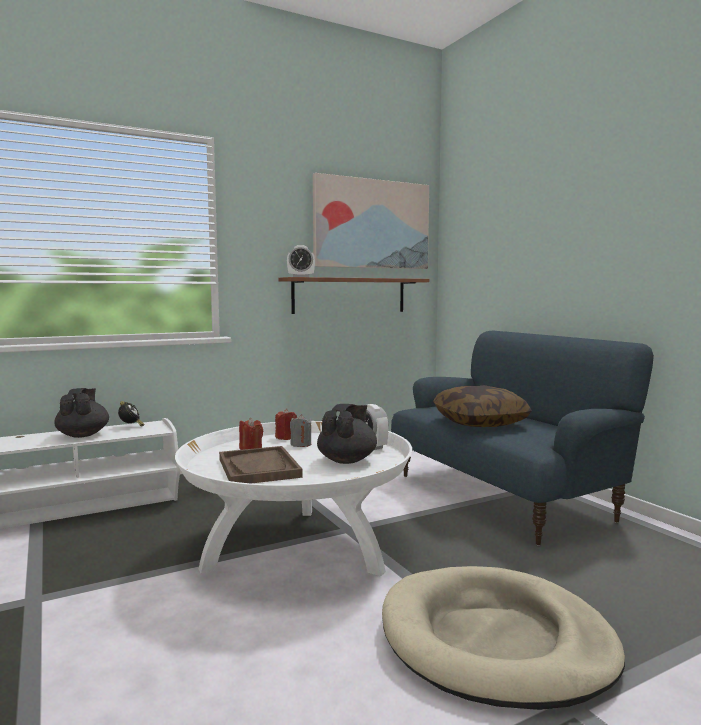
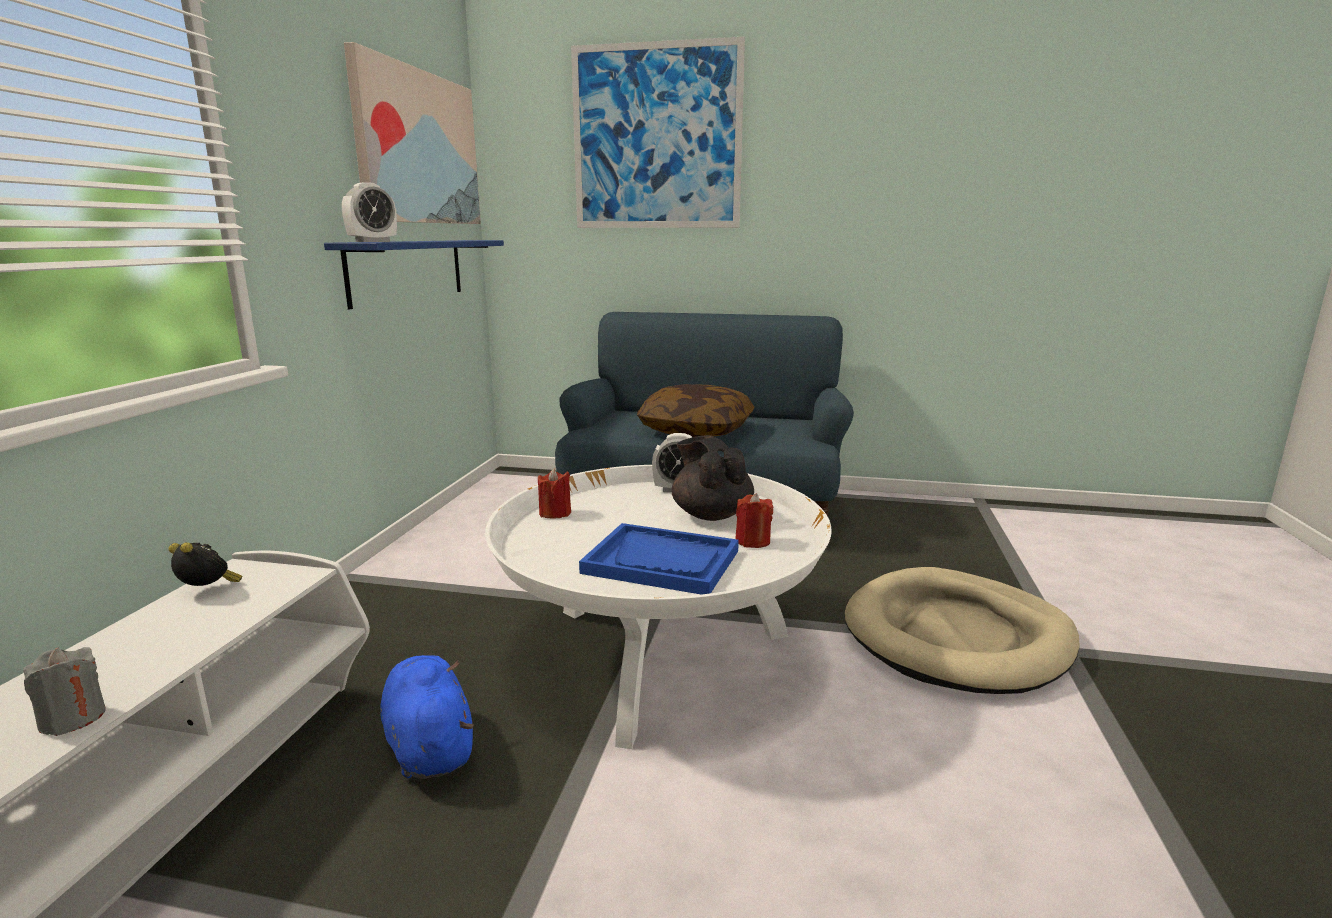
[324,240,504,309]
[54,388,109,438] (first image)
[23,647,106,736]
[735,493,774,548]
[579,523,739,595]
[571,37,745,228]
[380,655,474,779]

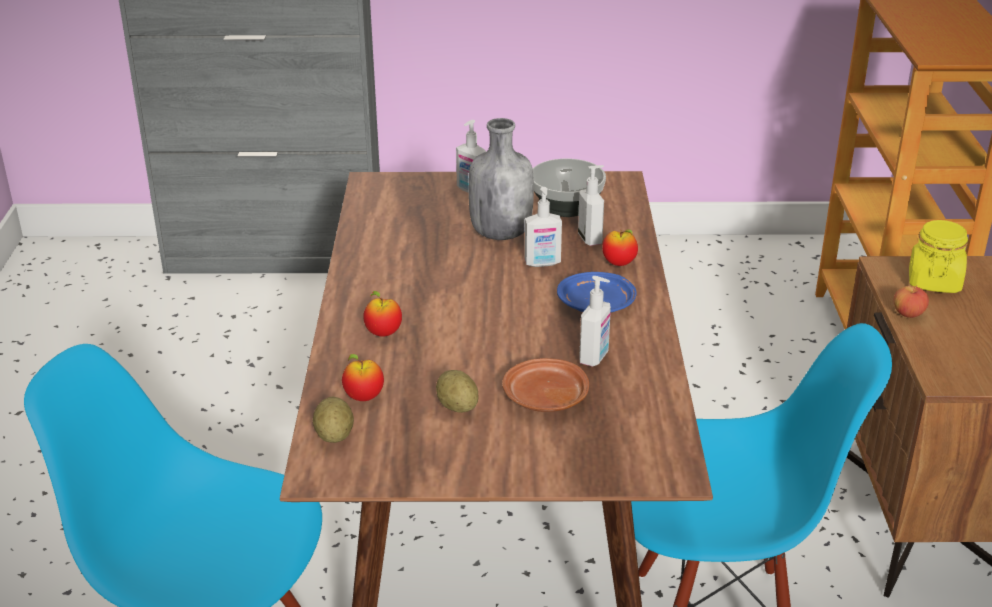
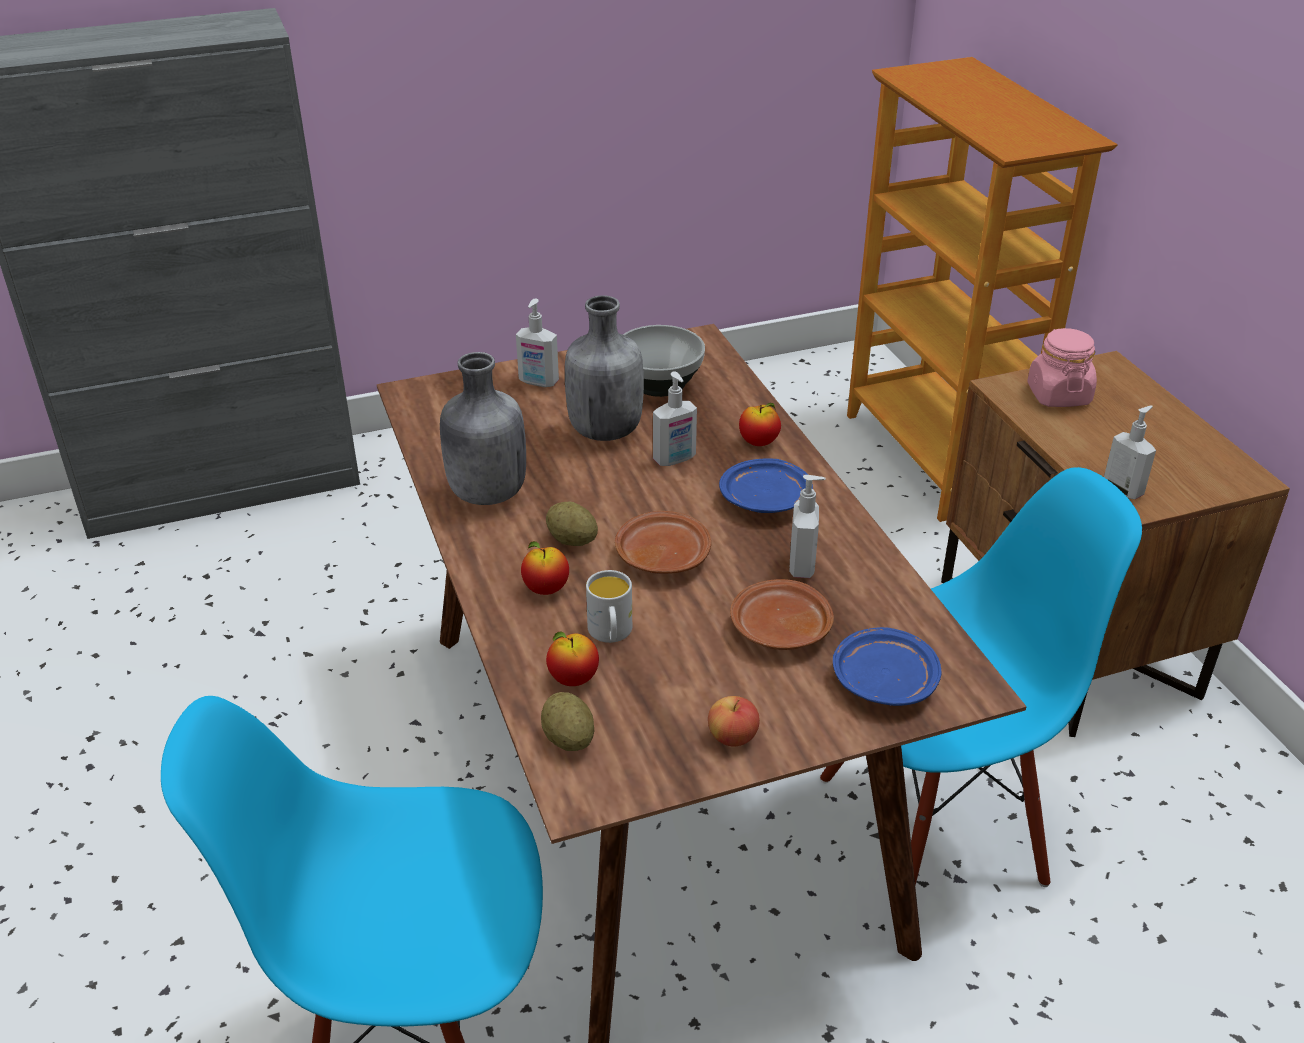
[1104,405,1156,499]
[1027,328,1097,407]
[708,696,760,746]
[546,501,598,546]
[440,352,526,505]
[615,511,711,574]
[586,570,632,643]
[833,627,942,706]

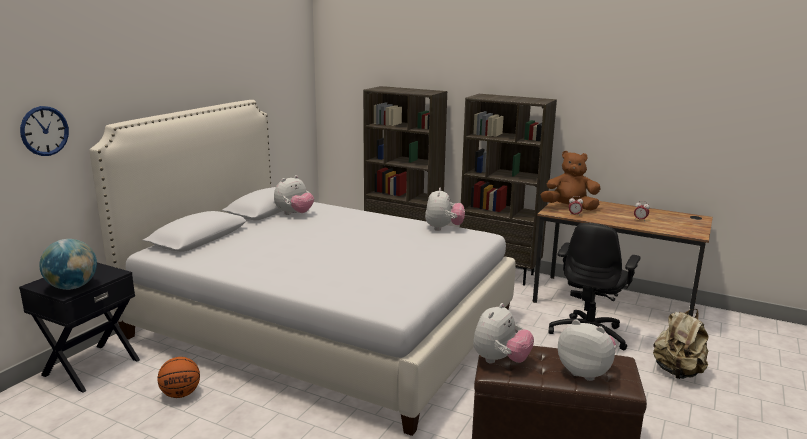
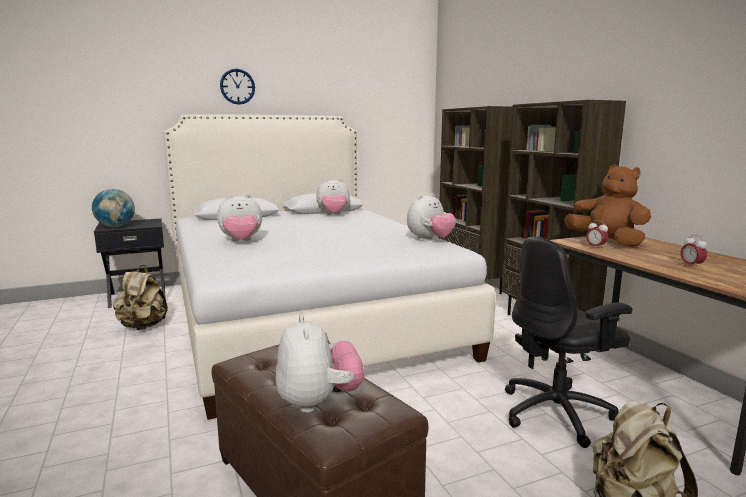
[220,69,255,105]
[217,194,262,241]
[113,265,168,330]

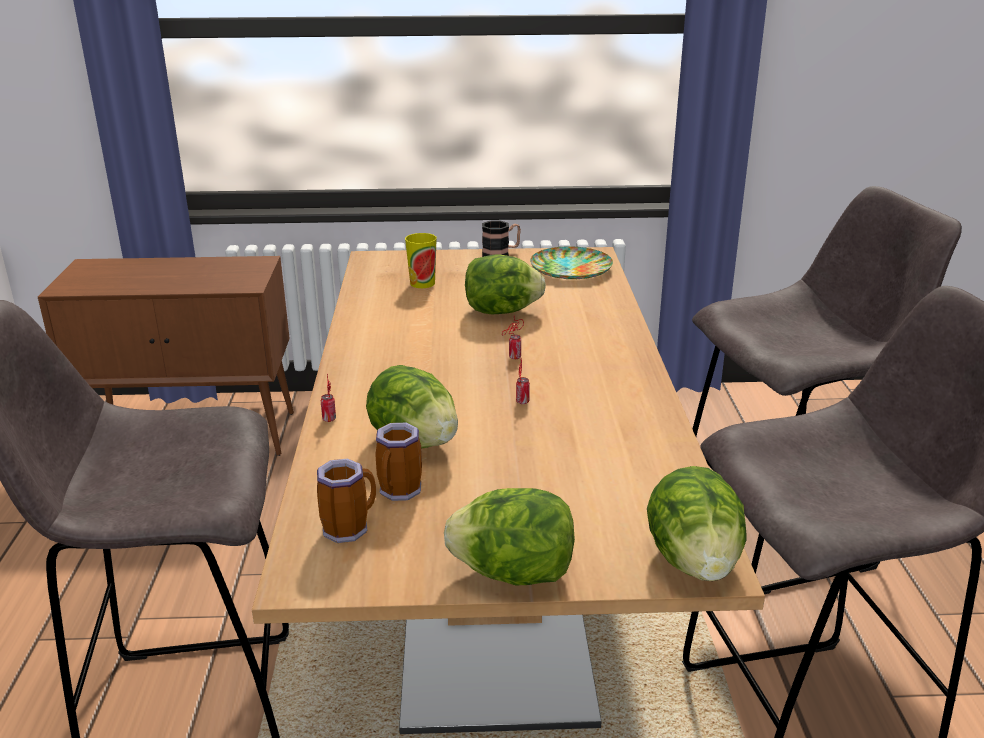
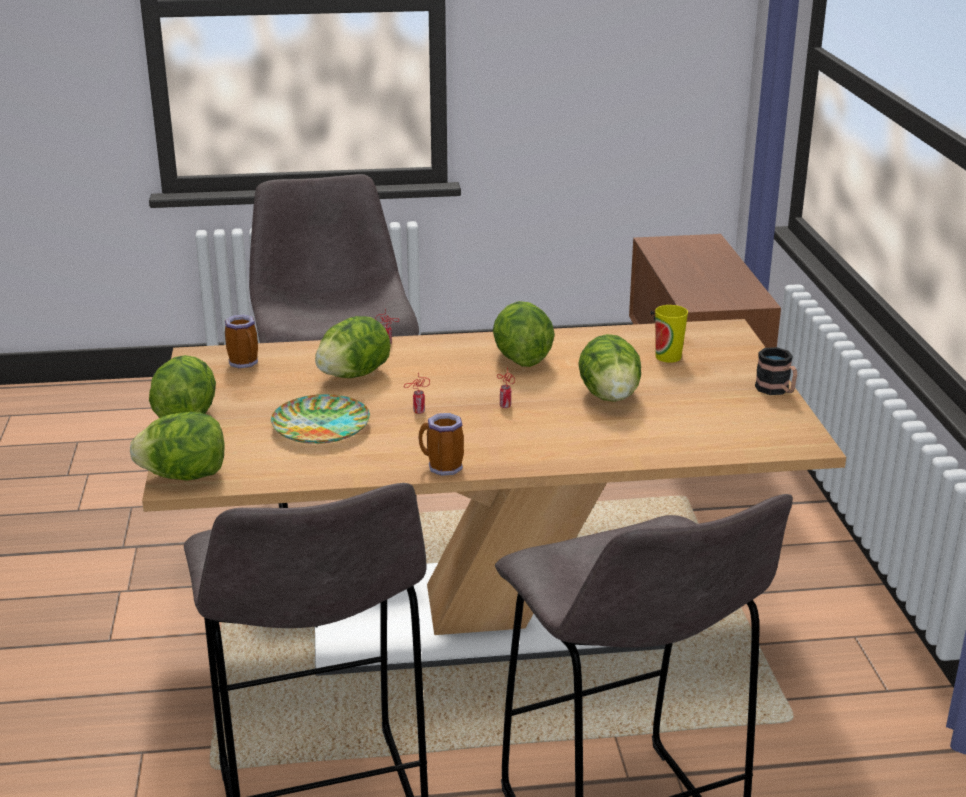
[271,394,370,444]
[418,413,464,476]
[493,301,555,367]

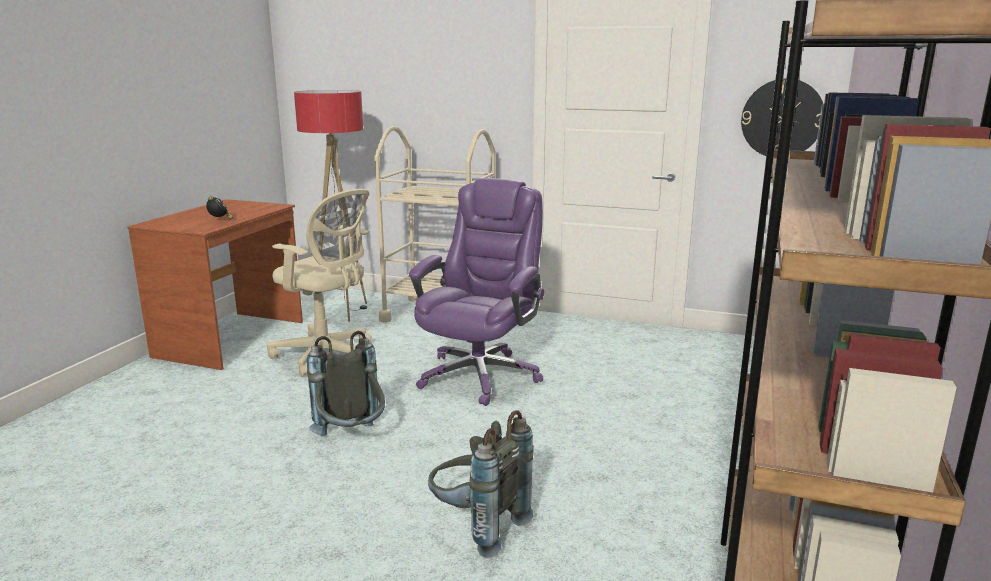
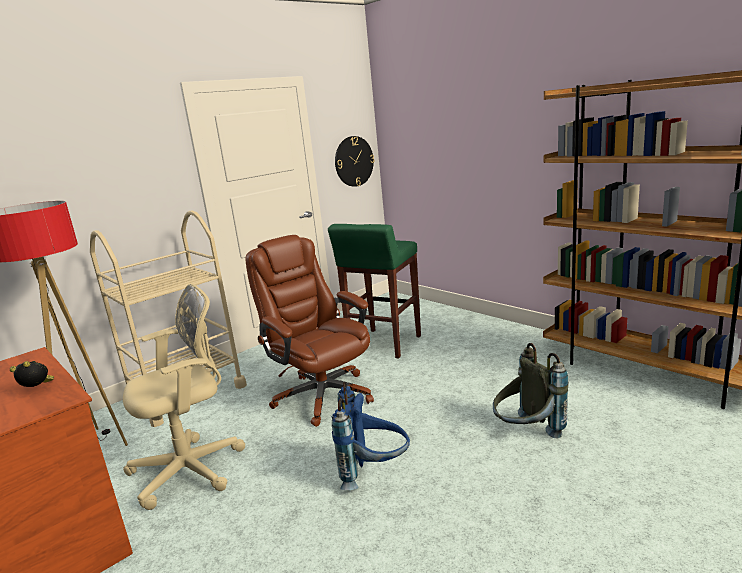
[245,235,374,427]
[332,382,410,490]
[328,224,421,358]

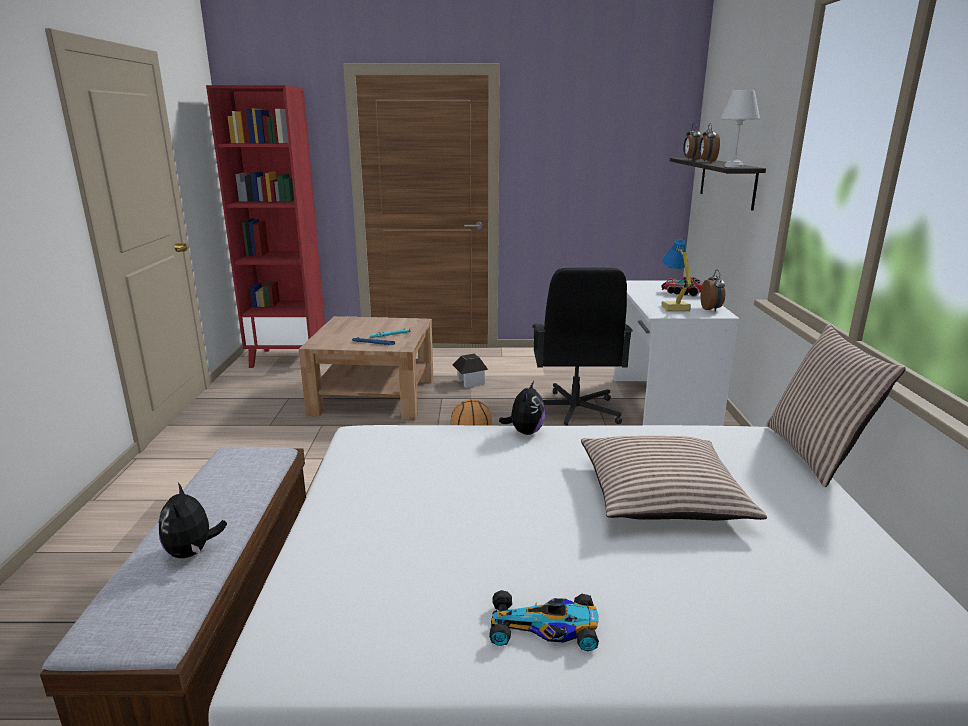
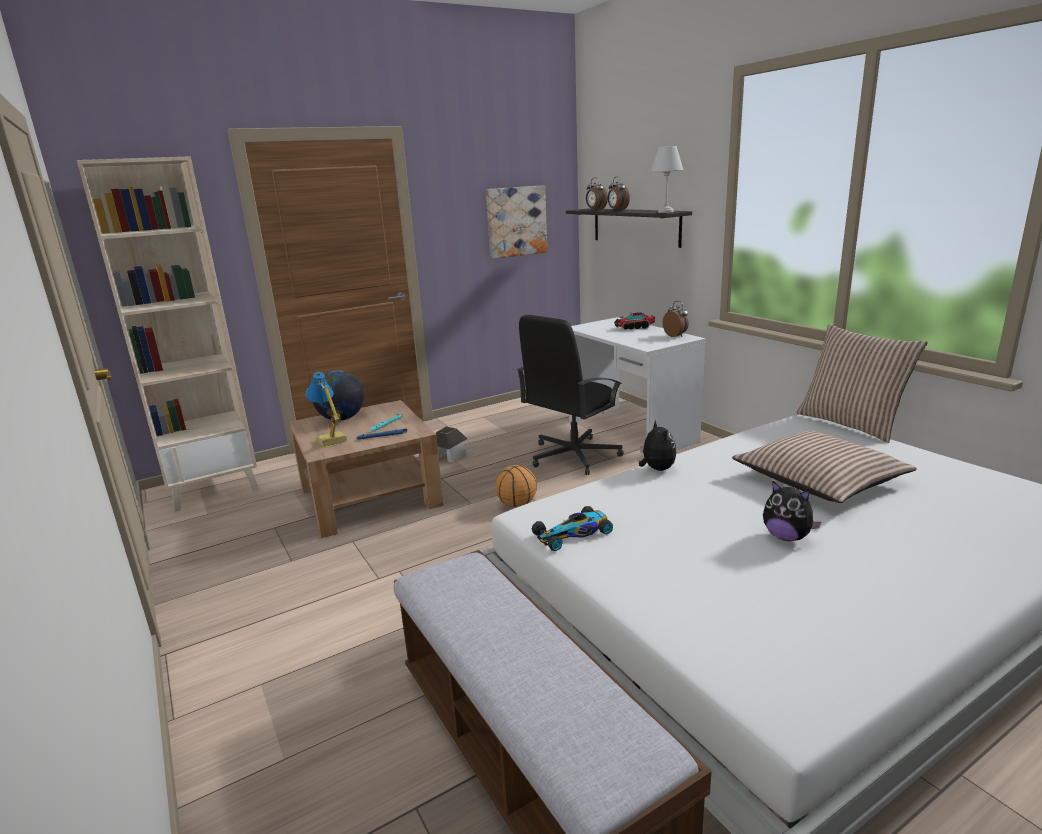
[77,156,259,511]
[305,372,347,448]
[517,315,624,475]
[763,481,821,541]
[532,506,613,551]
[486,185,547,259]
[313,371,364,421]

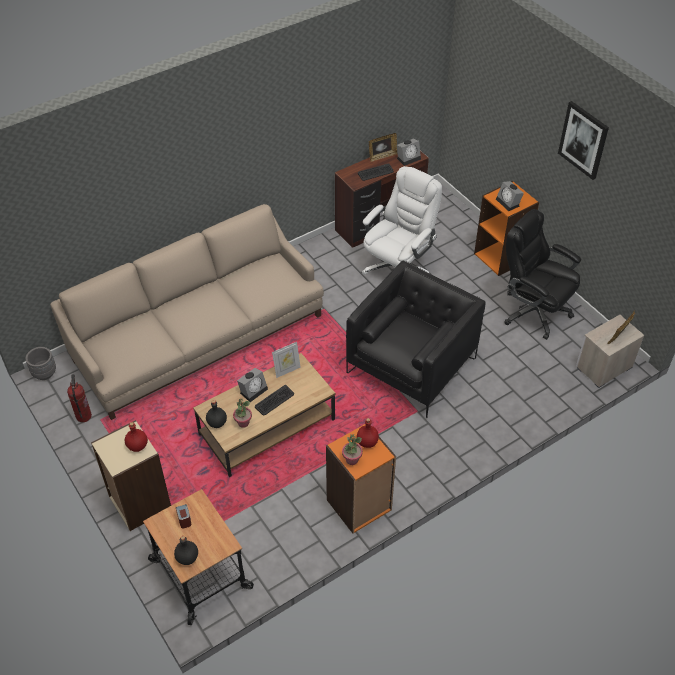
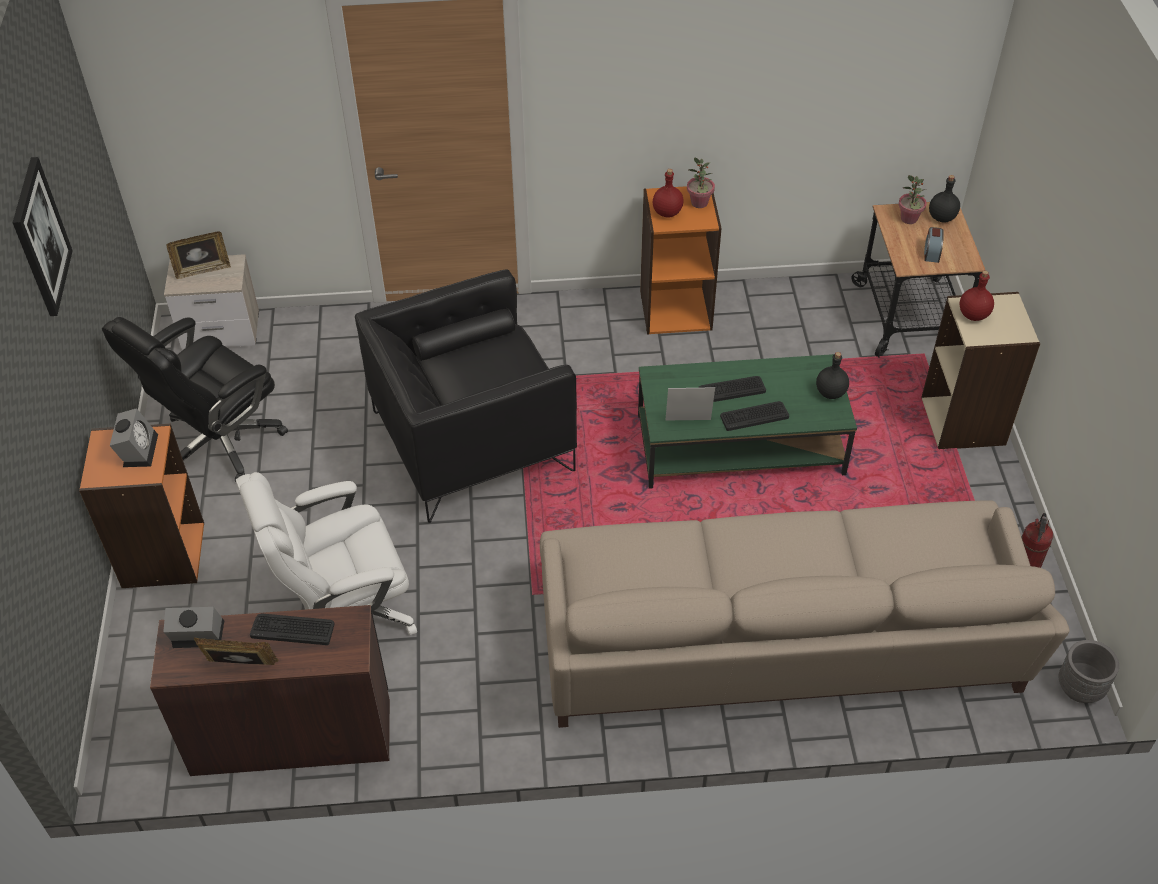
[102,317,288,482]
[638,354,857,489]
[720,401,789,431]
[898,175,927,224]

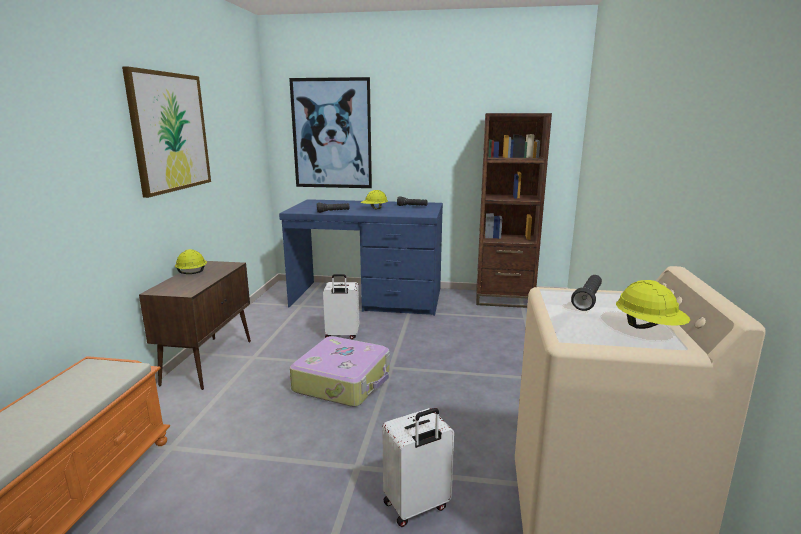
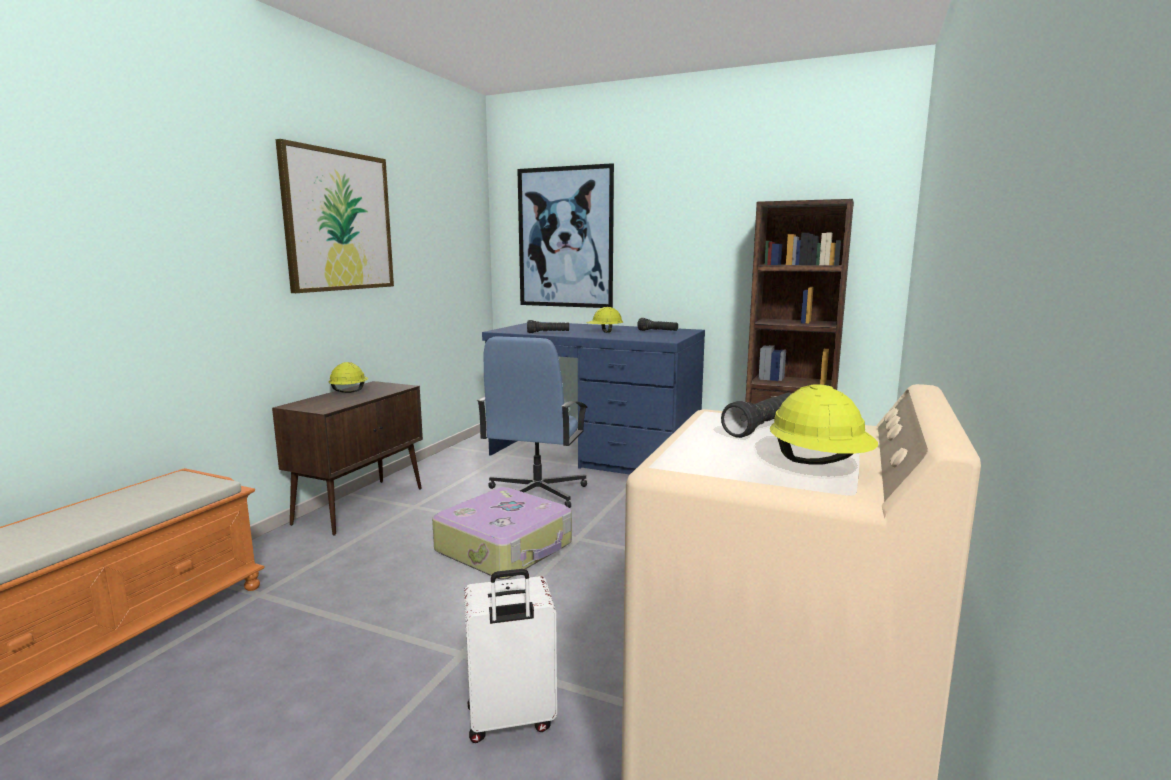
[477,337,588,508]

